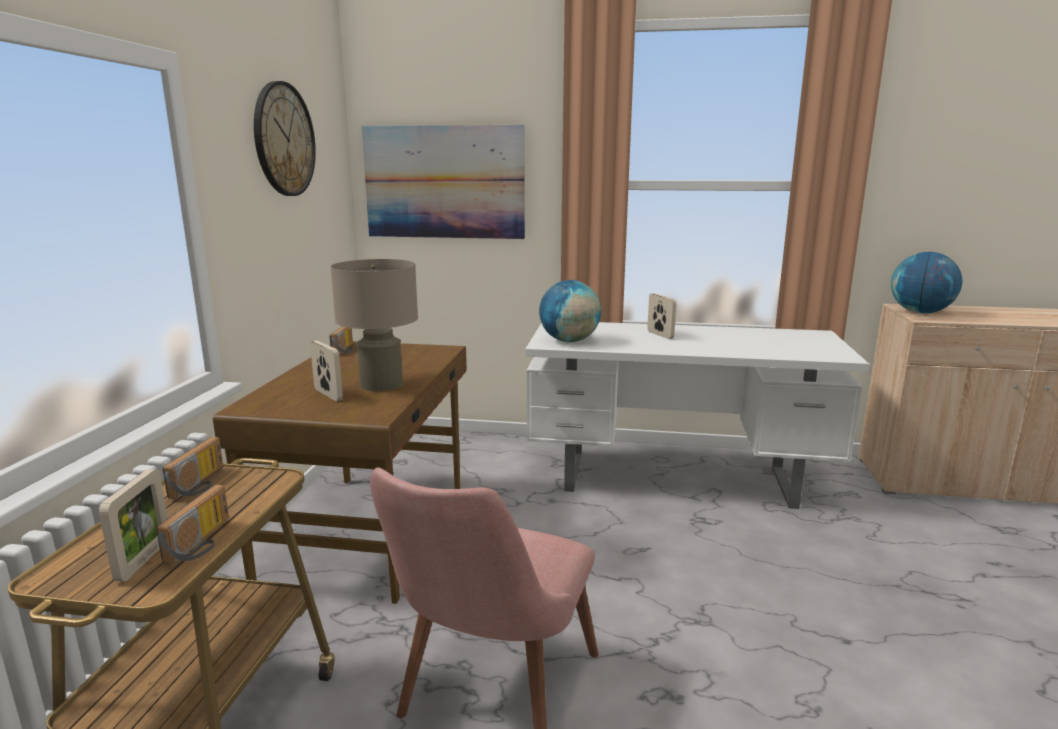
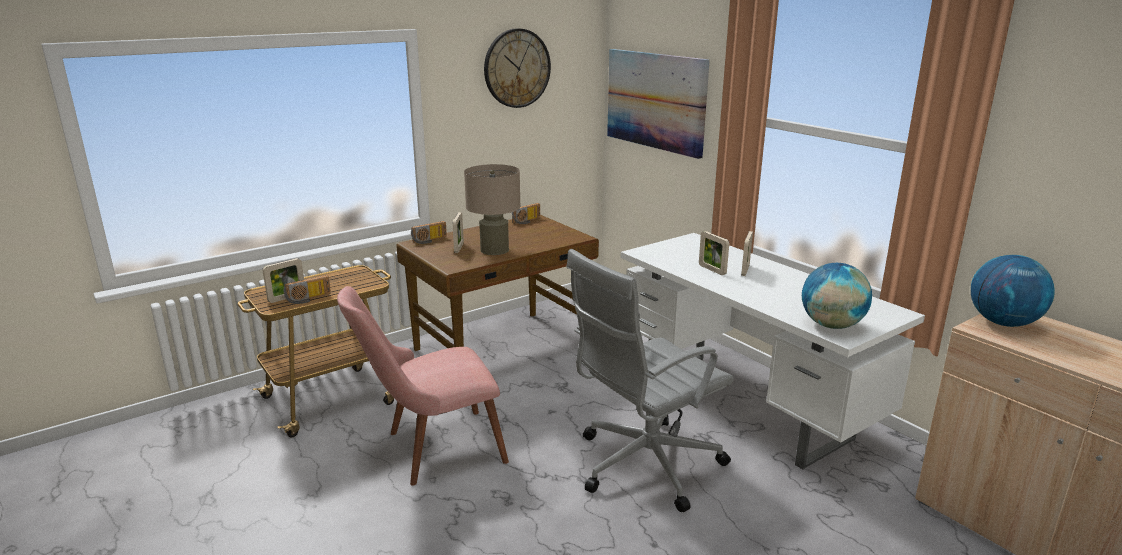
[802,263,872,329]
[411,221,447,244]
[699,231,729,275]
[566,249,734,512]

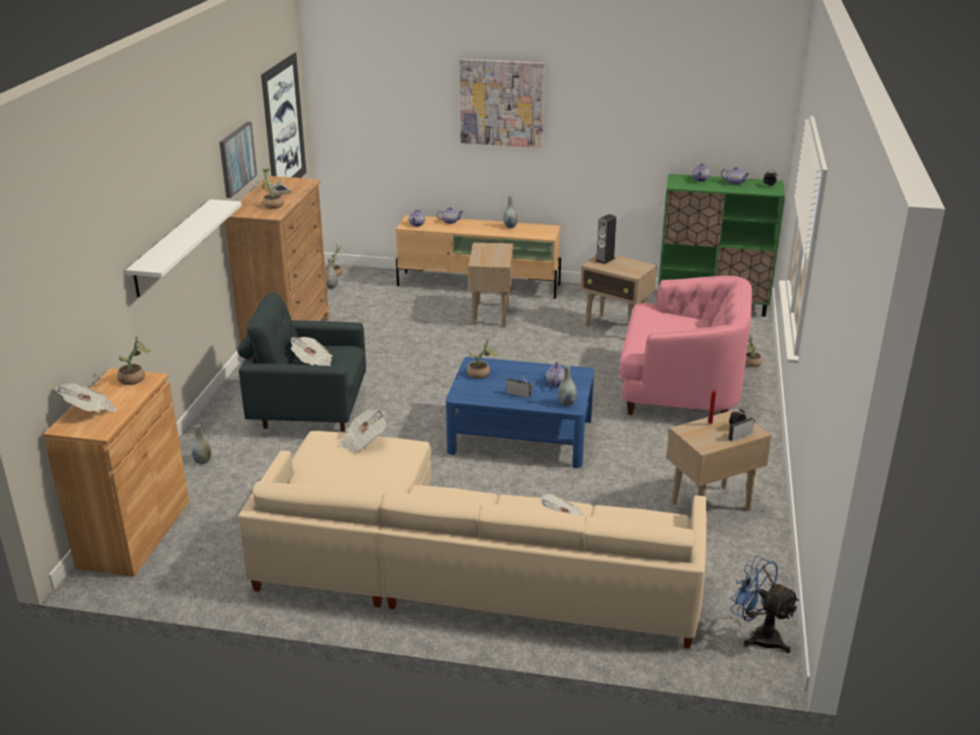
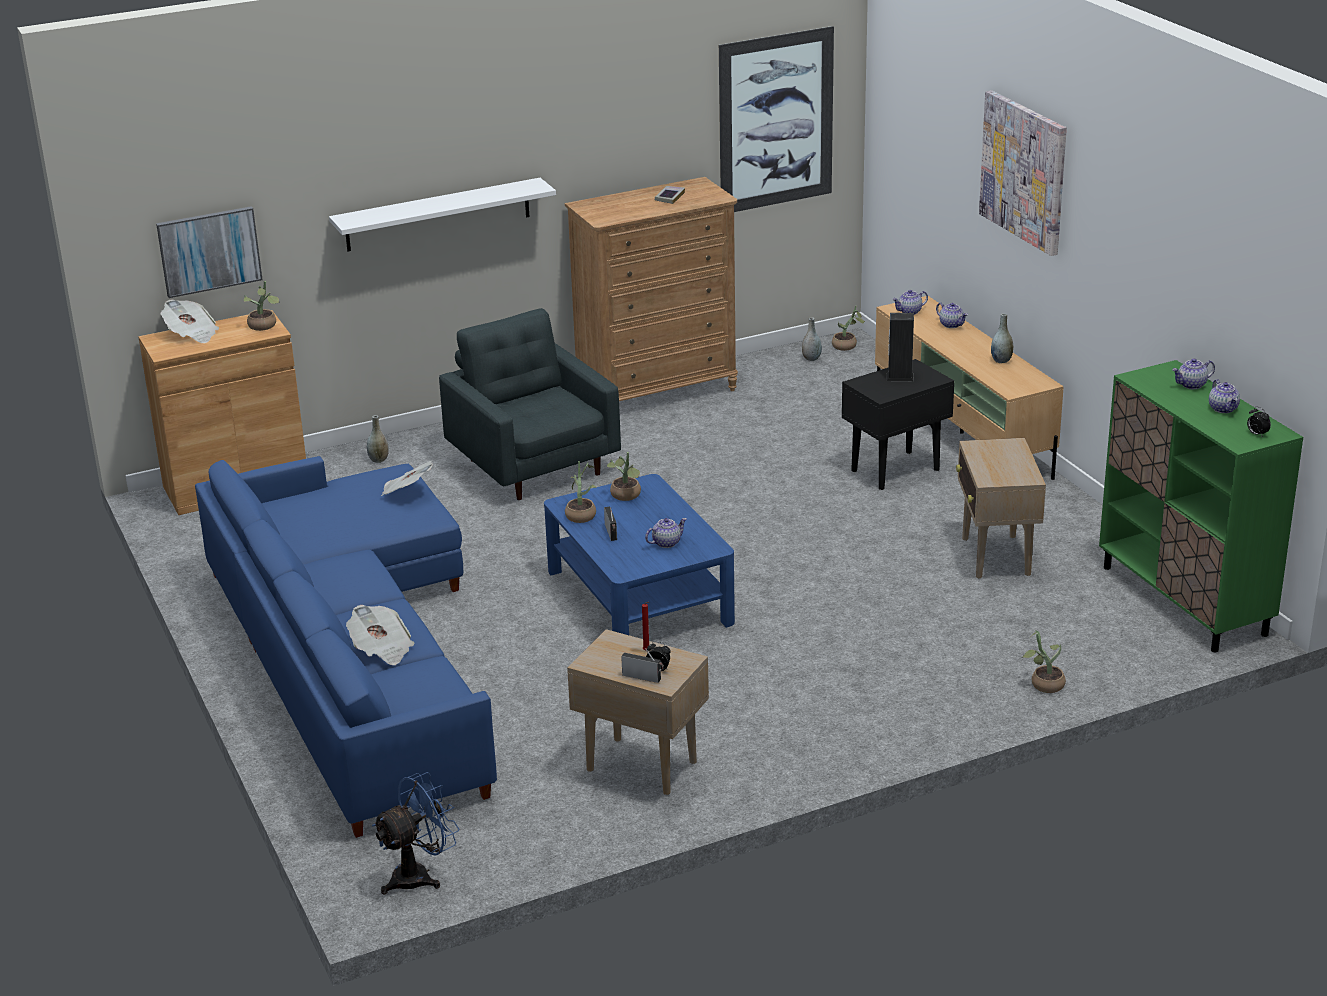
[156,206,263,298]
[565,461,597,523]
[887,313,914,381]
[842,359,954,490]
[620,276,752,415] (first image)
[291,337,333,366] (first image)
[558,365,577,406] (first image)
[195,456,497,838]
[372,772,459,895]

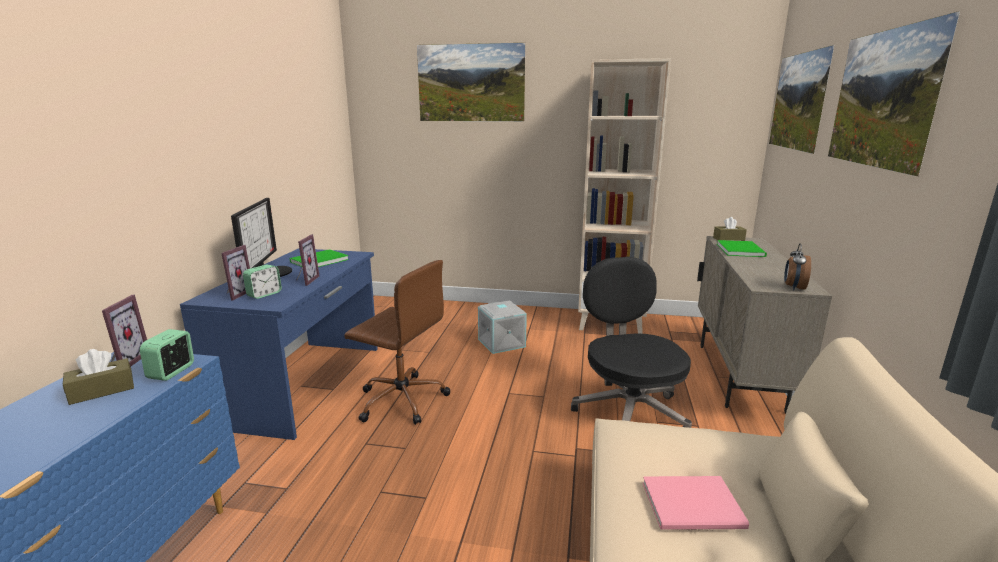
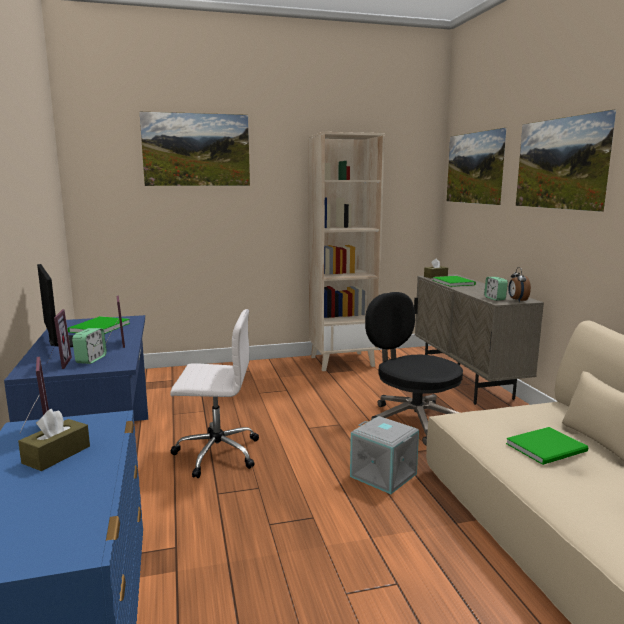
[170,309,259,478]
[350,416,419,494]
[484,277,508,301]
[506,427,588,465]

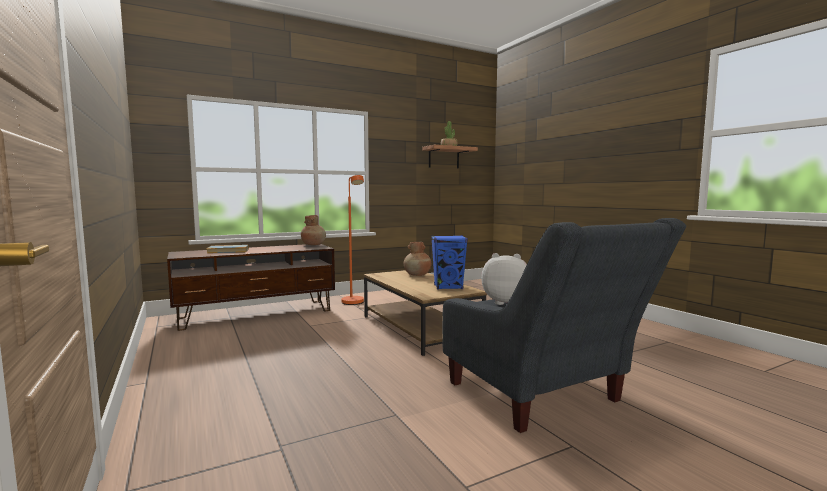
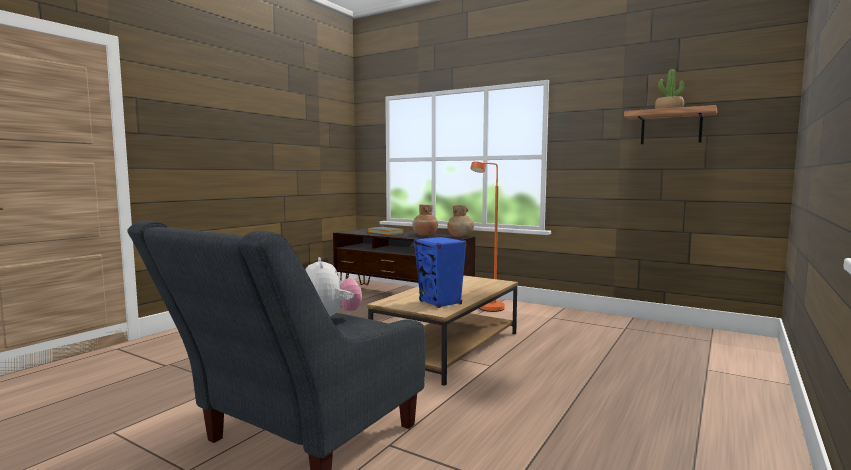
[412,205,438,236]

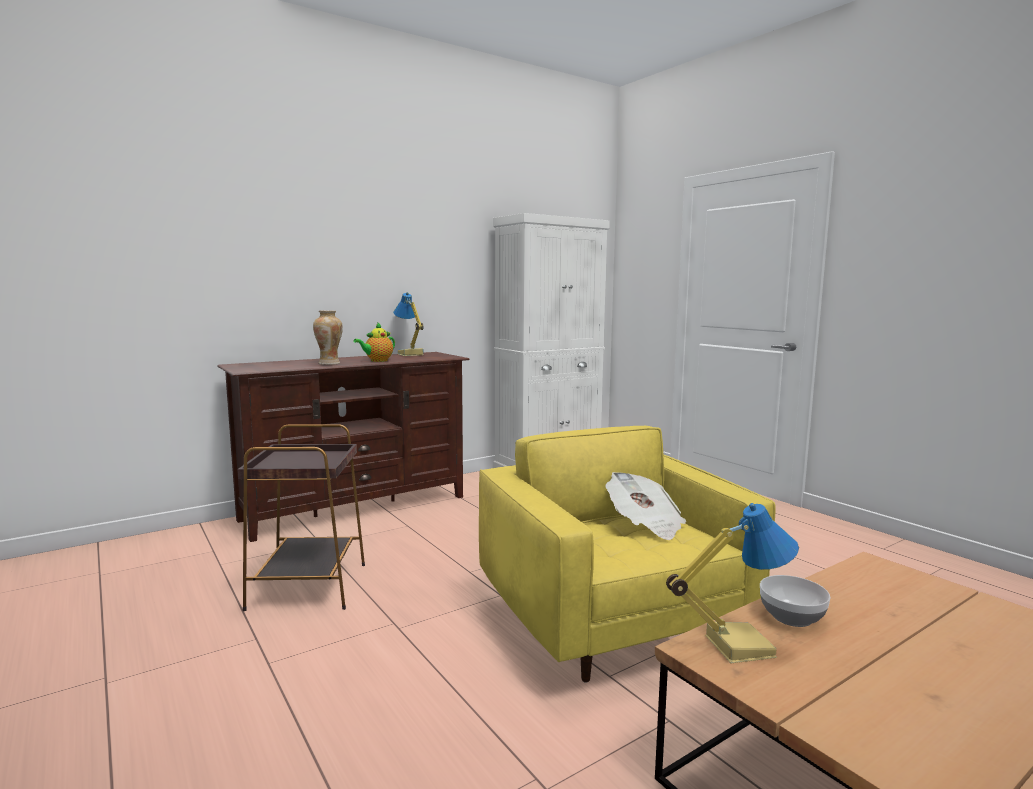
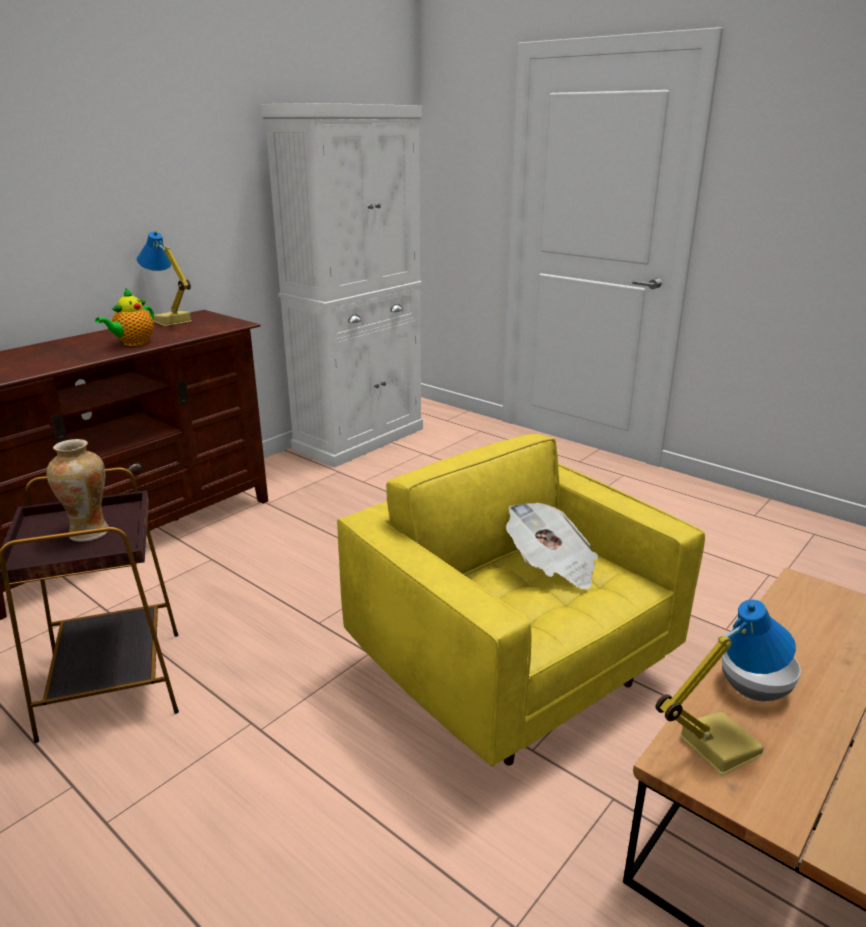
[46,439,109,542]

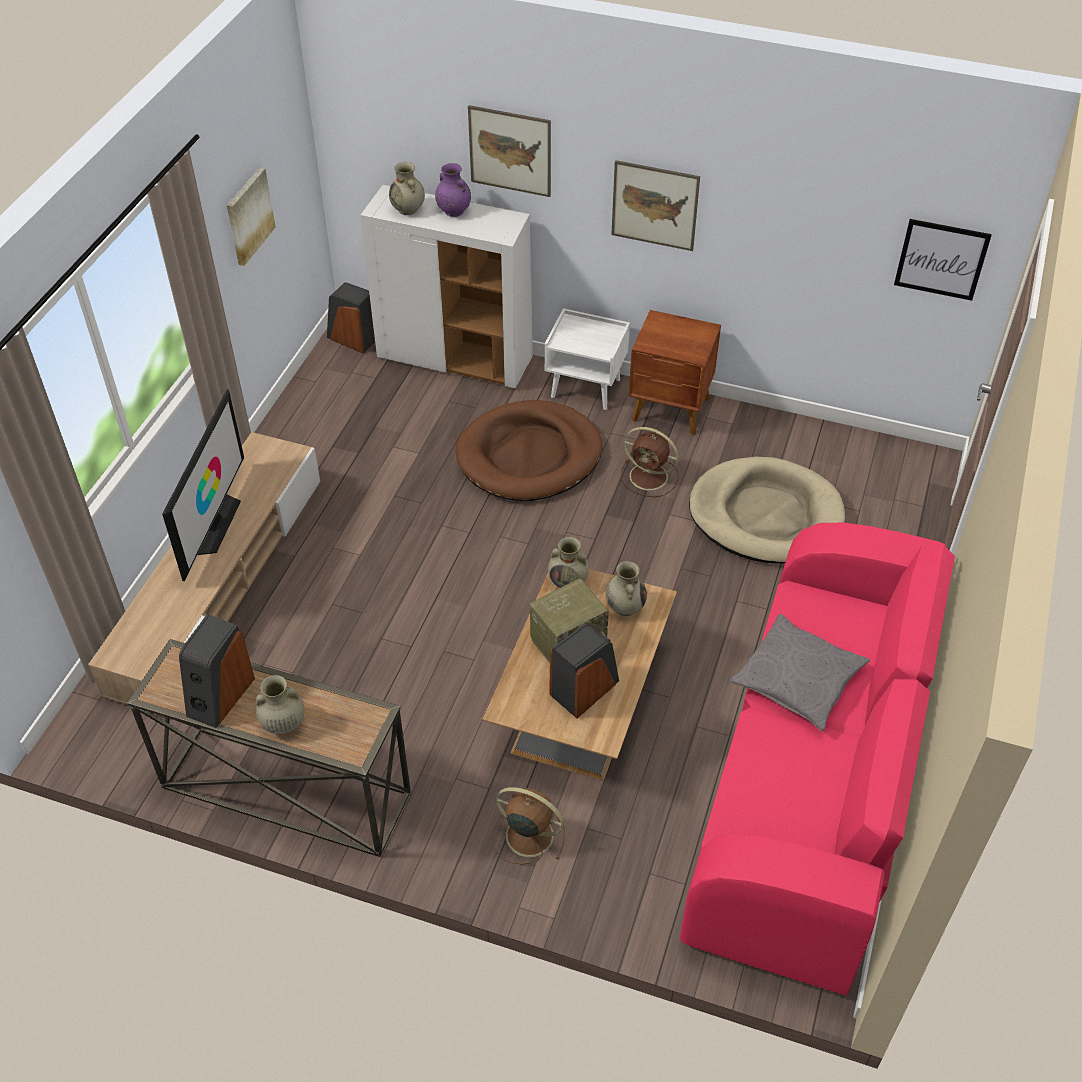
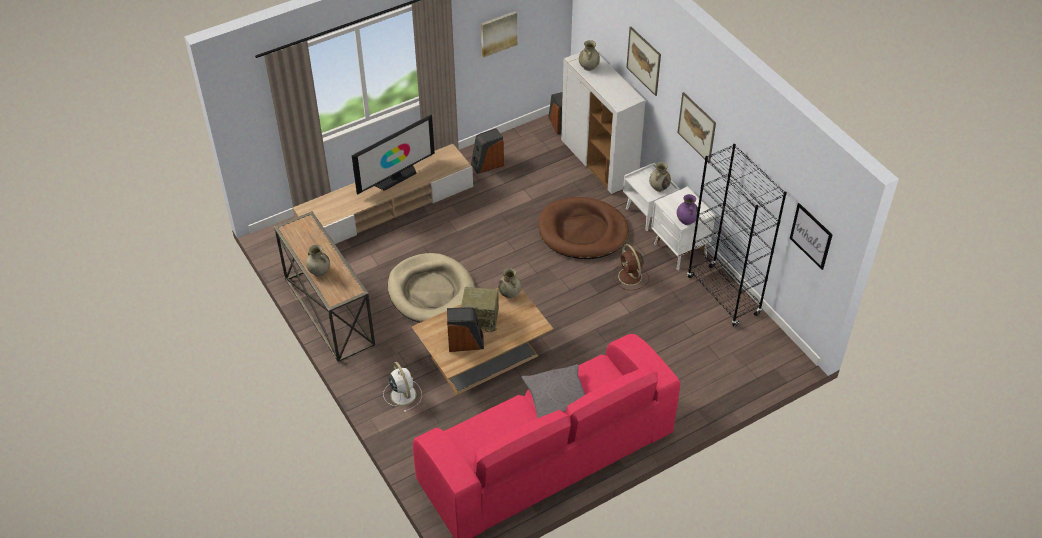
[677,194,698,225]
[651,186,715,270]
[388,253,475,323]
[649,162,671,192]
[471,128,504,174]
[383,362,422,412]
[687,144,787,327]

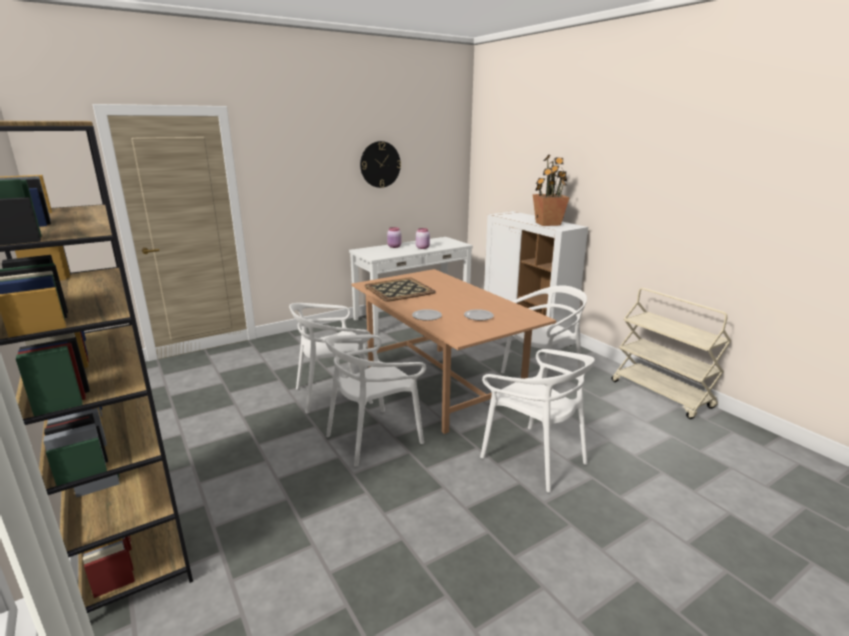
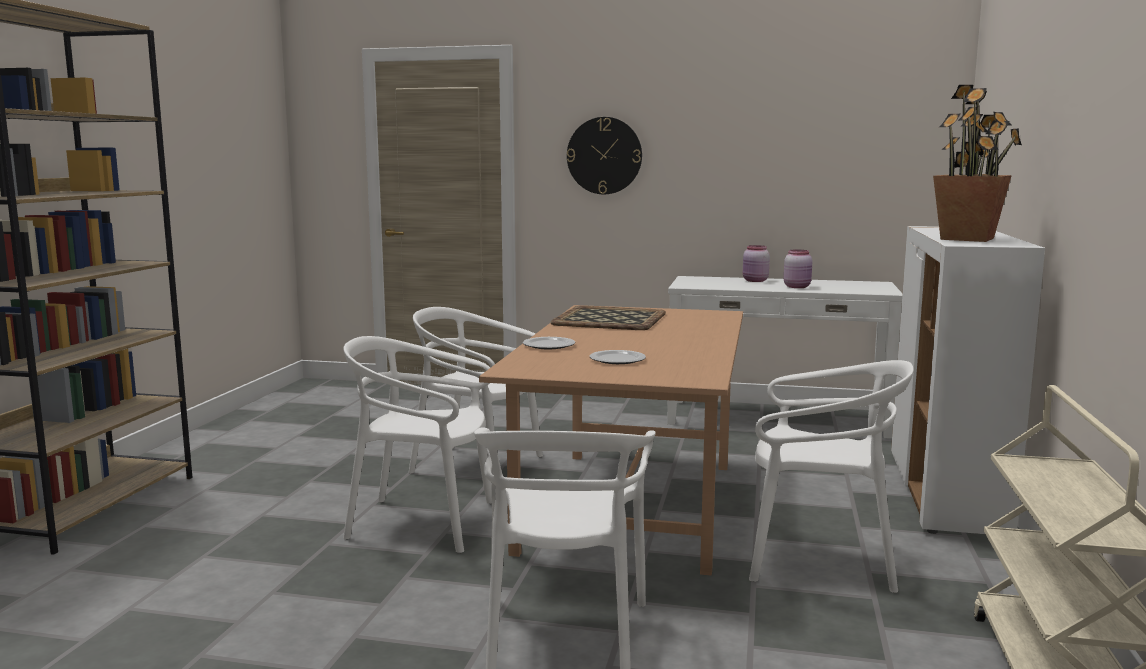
[567,117,642,194]

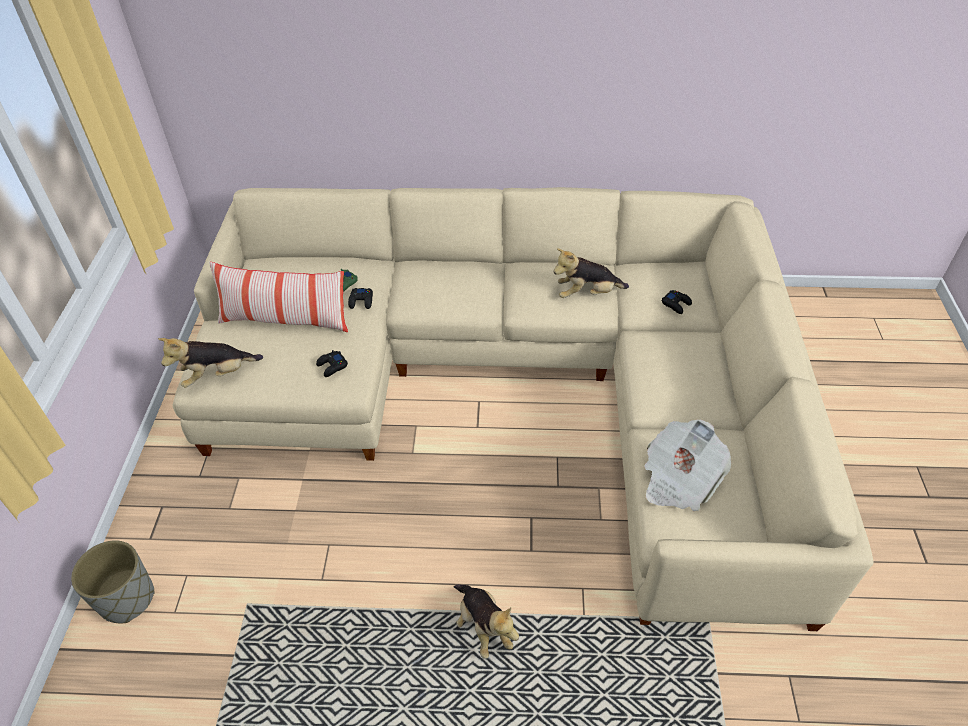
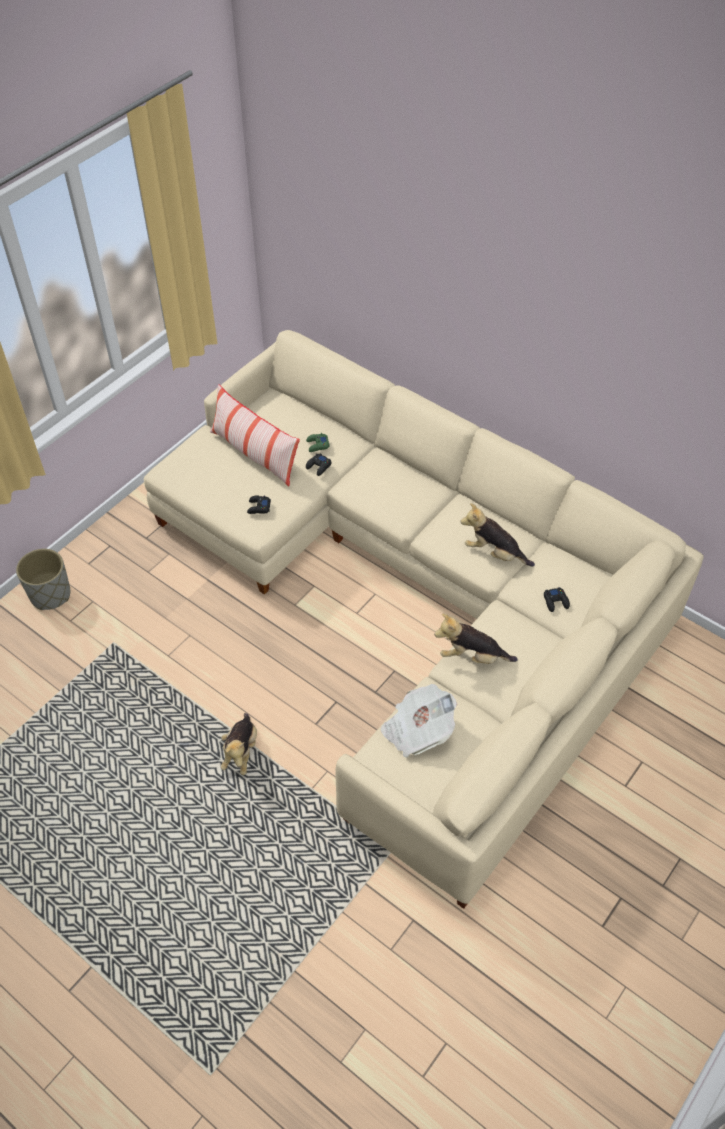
[434,614,518,664]

